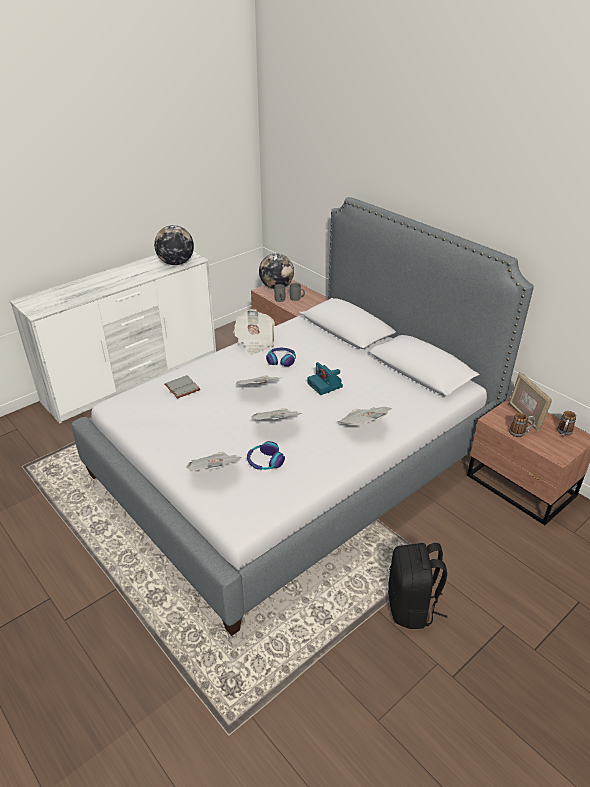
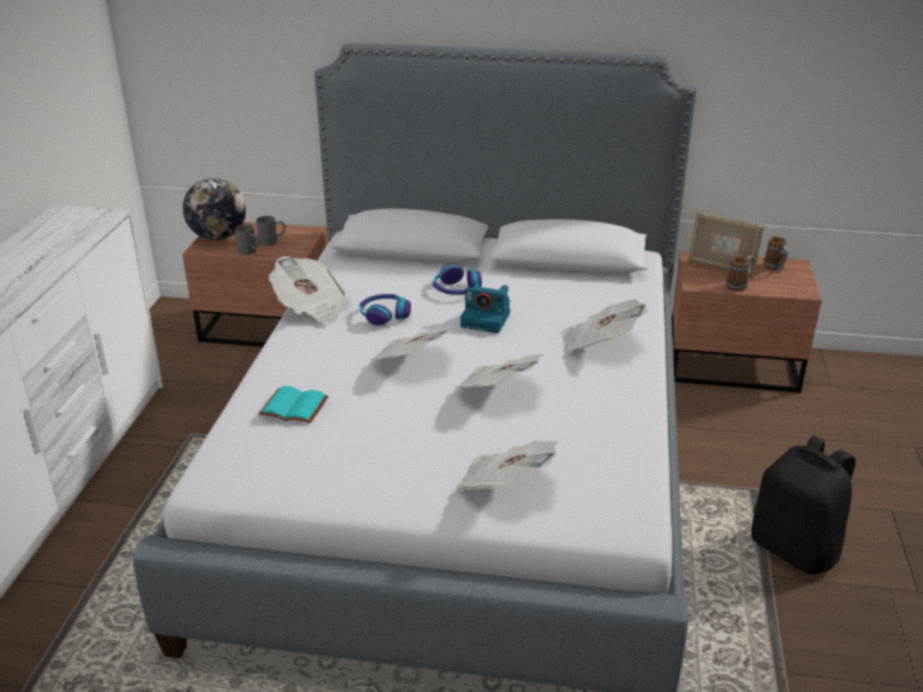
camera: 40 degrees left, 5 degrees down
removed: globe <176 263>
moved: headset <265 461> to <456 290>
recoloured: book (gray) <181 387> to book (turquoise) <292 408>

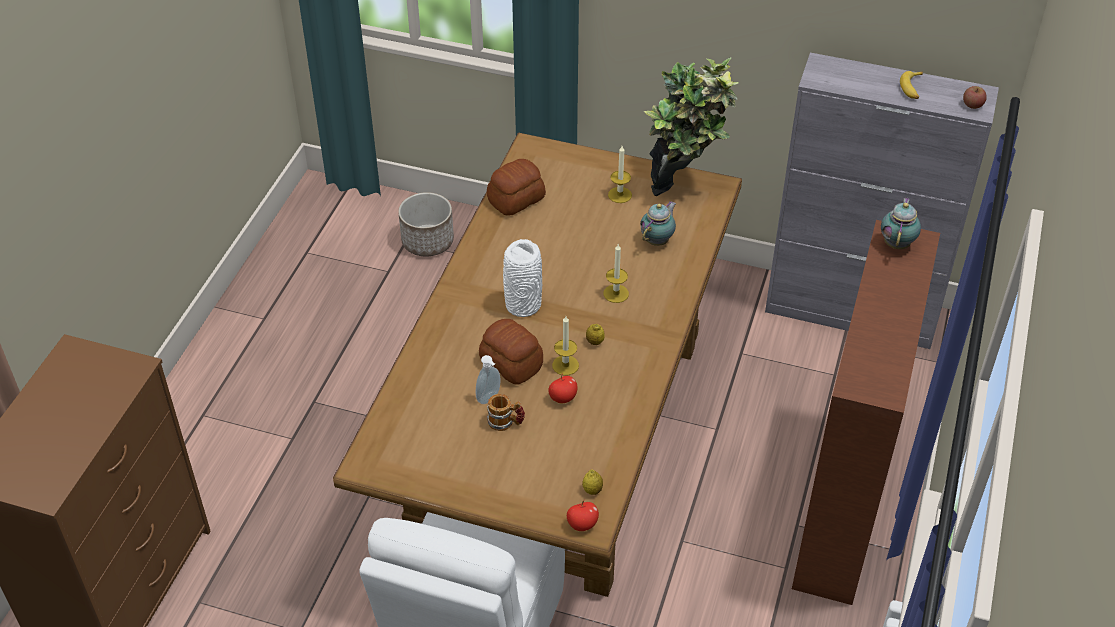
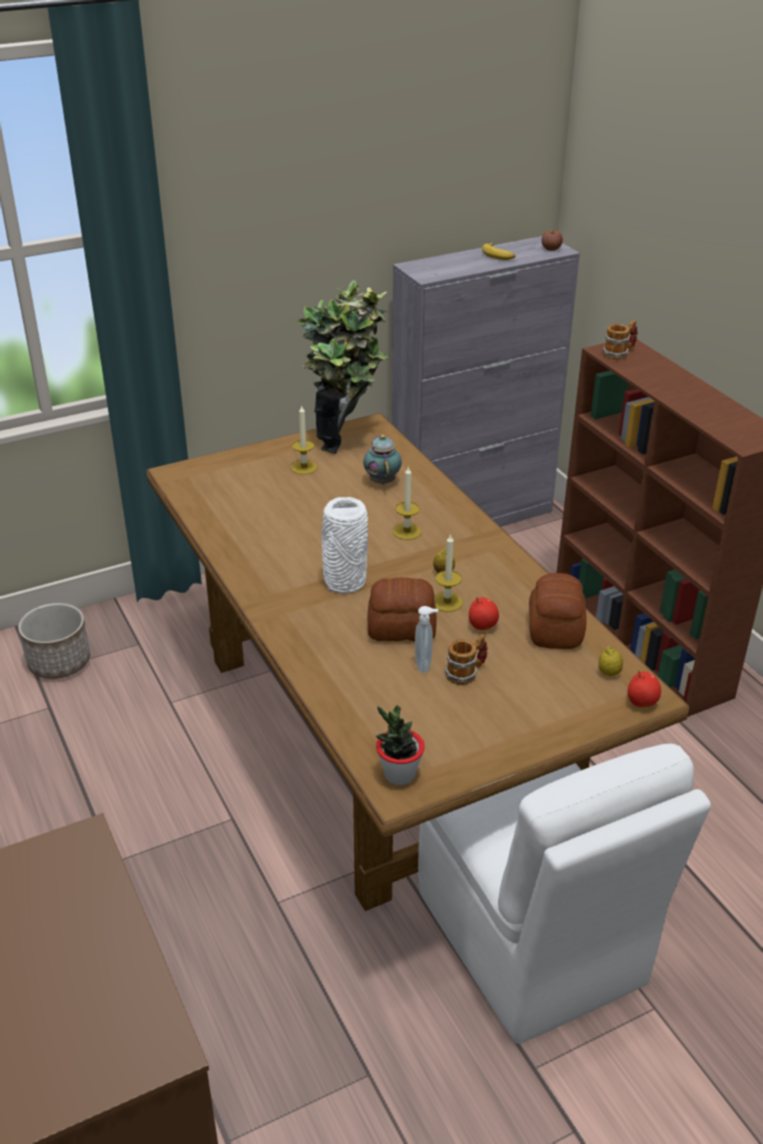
camera: 45 degrees left, 10 degrees down
added: houseplant <399 775>
moved: baked bread <515 199> to <554 629>
replaced: teapot <897 243> to mug <619 354>

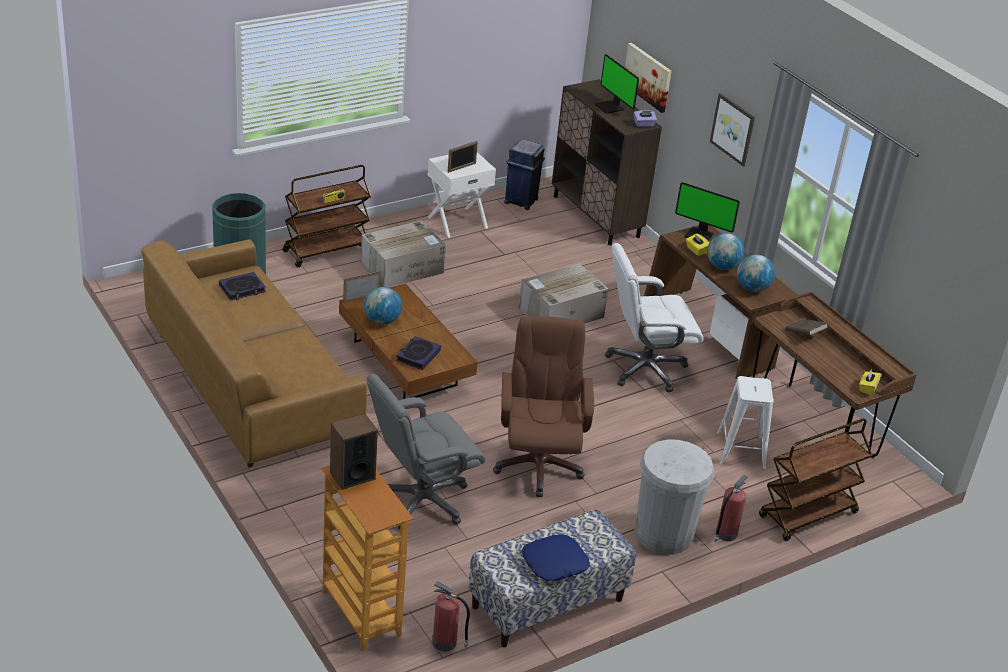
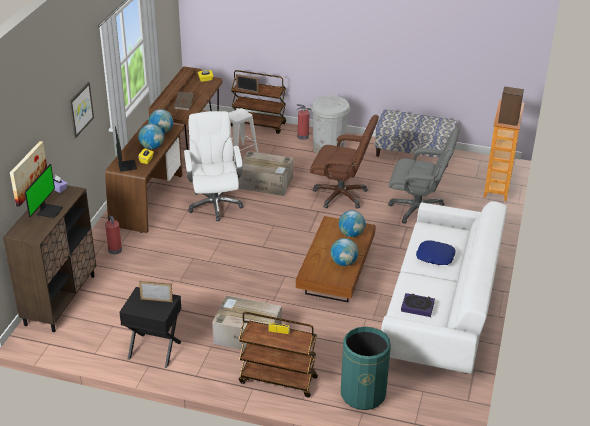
camera: 130 degrees left, 0 degrees up
removed: rubbish bin (bluish) <521 200>
moved: cardboard box <560 313> to <266 183>; picture frame <361 298> to <247 91>; pillow (bluish) <554 563> to <435 256>; fire-fighting cylinder <445 642> to <115 249>
replaced: book <418 356> to globe <351 234>
recoloured: bedside table (white) <457 222> to bedside table (blackish) <154 350>; settee (brown-coloured) <249 384> to settee (white) <441 310>
turned: computer chair (white) <644 368> = <214 204> 135 degrees counterclockwise; computer chair (brown-coloured) <538 465> = <341 195> 120 degrees counterclockwise

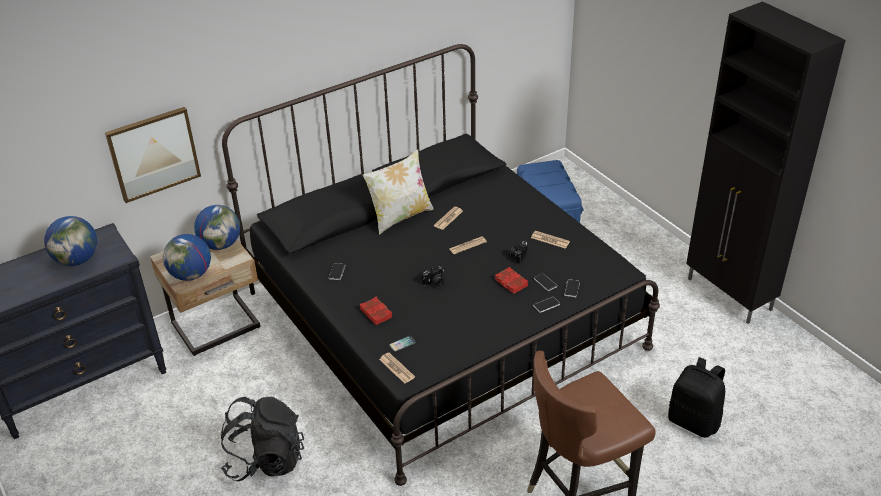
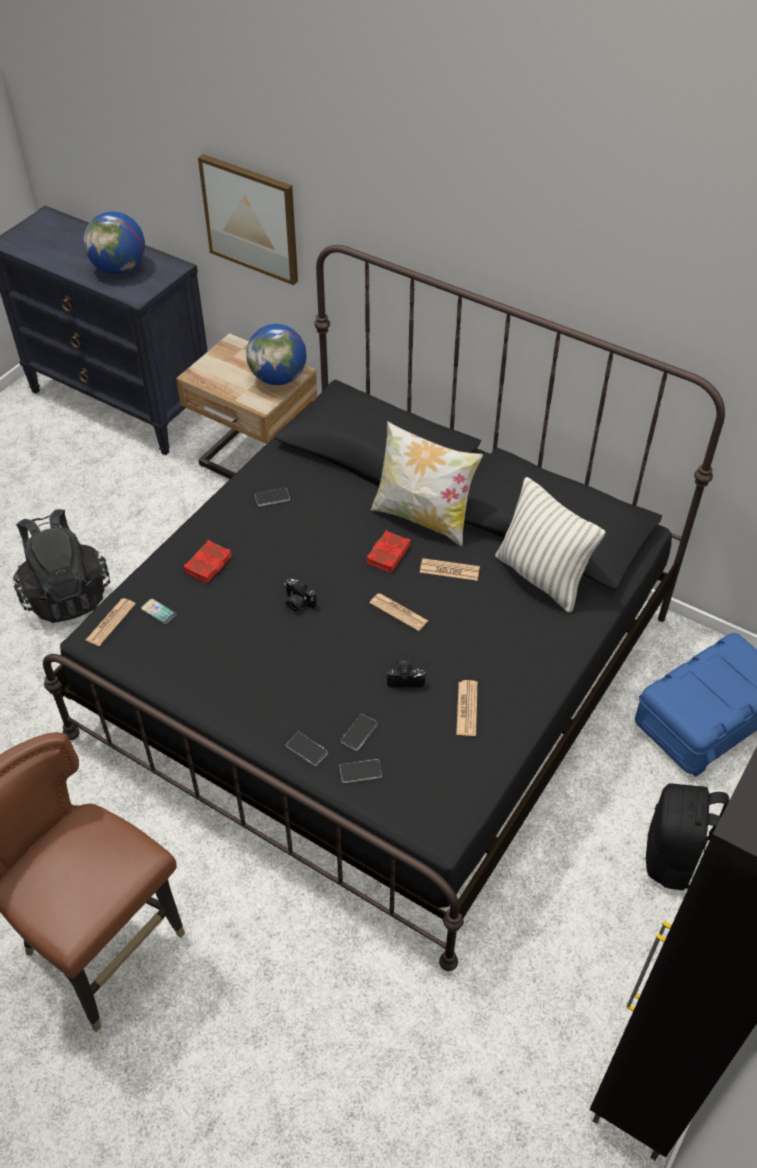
camera: 65 degrees right, 10 degrees up
removed: globe <191 275>
added: pillow <541 577>
moved: book (red-coloured) <511 283> to <387 554>; backpack (blackish) <694 421> to <675 859>

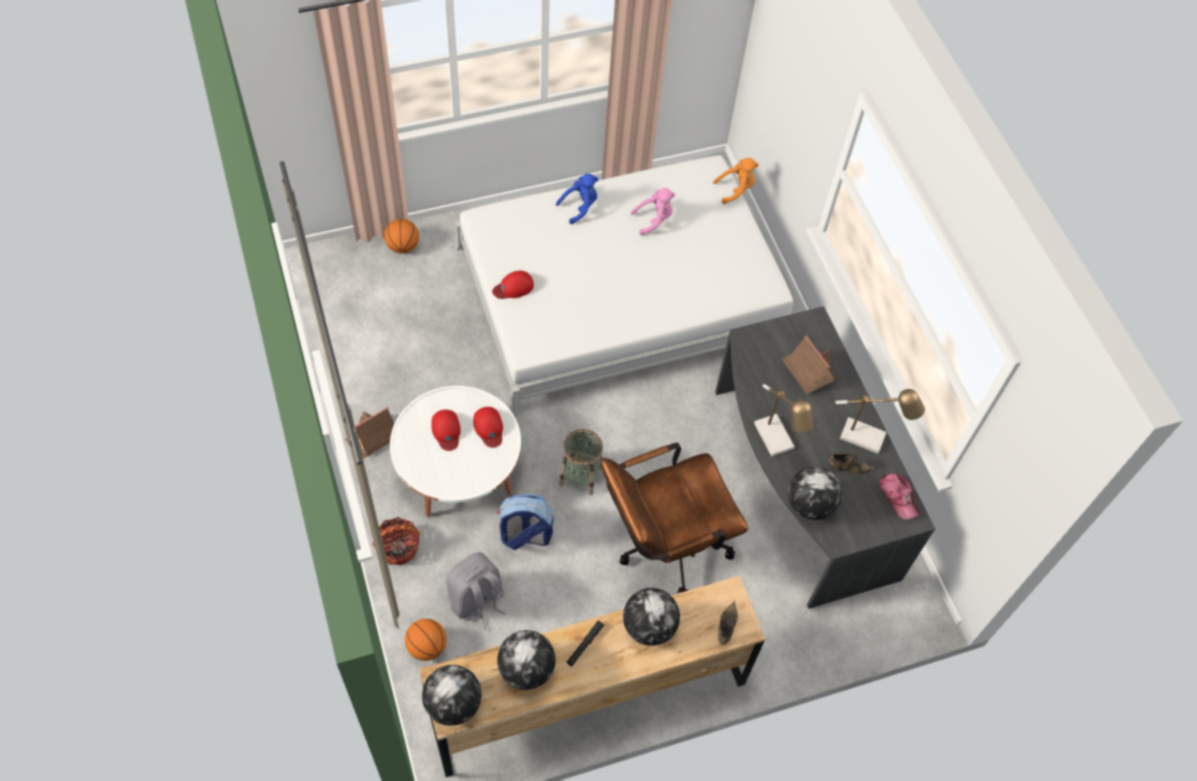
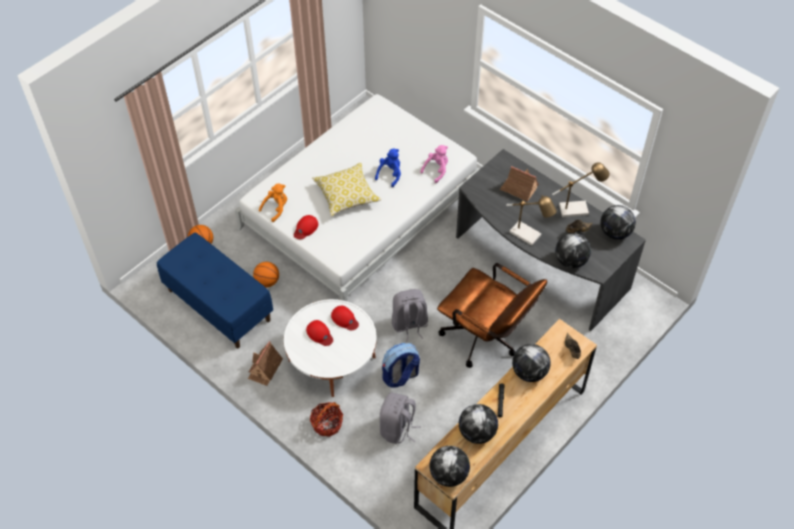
camera: 25 degrees left, 5 degrees down
added: pillow <346 195>; indoor bench (bluish) <218 305>
moved: cuddly toy (orange) <736 189> to <276 208>; cuddly toy (bluish) <580 207> to <390 174>; cuddly toy (pink) <654 219> to <436 170>; basketball ball <427 646> to <267 282>
replaced: basket <580 475> to backpack (gray) <409 325>; peaked cap <898 497> to globe <615 232>
turned: computer chair (brown-coloured) <663 546> = <486 339> 90 degrees counterclockwise

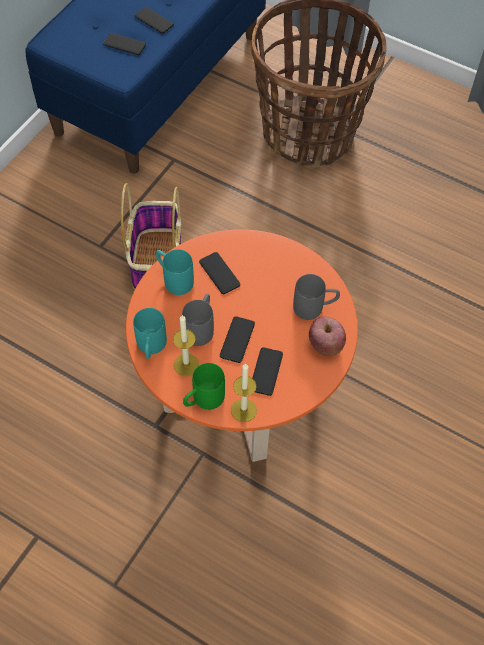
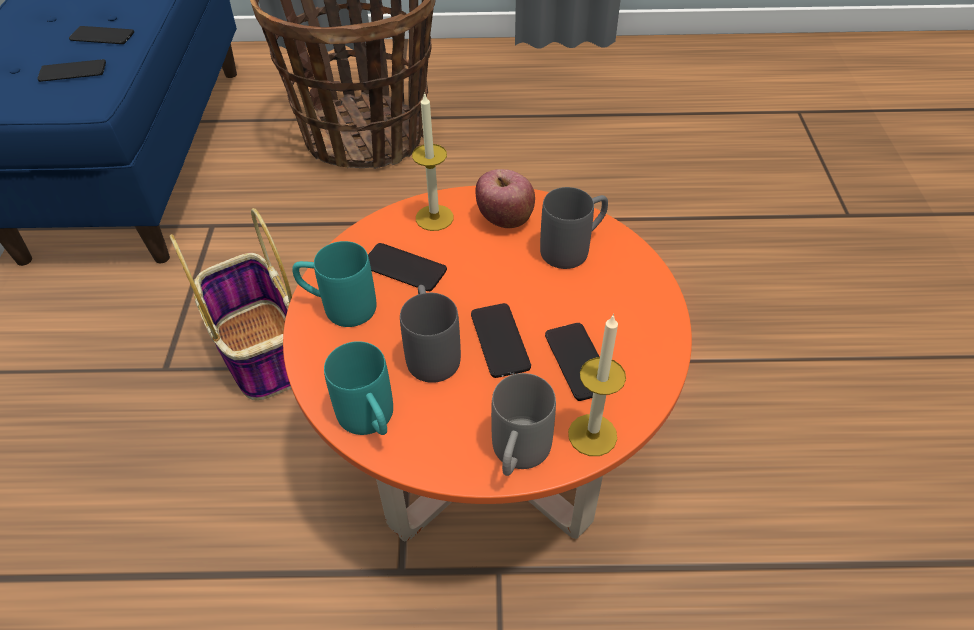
camera: 30 degrees left, 10 degrees down
moved: wax candle <186 364> to <434 218>; apple <325 345> to <504 219>
recoloured: mug (green) <203 400> to mug (gray) <517 456>

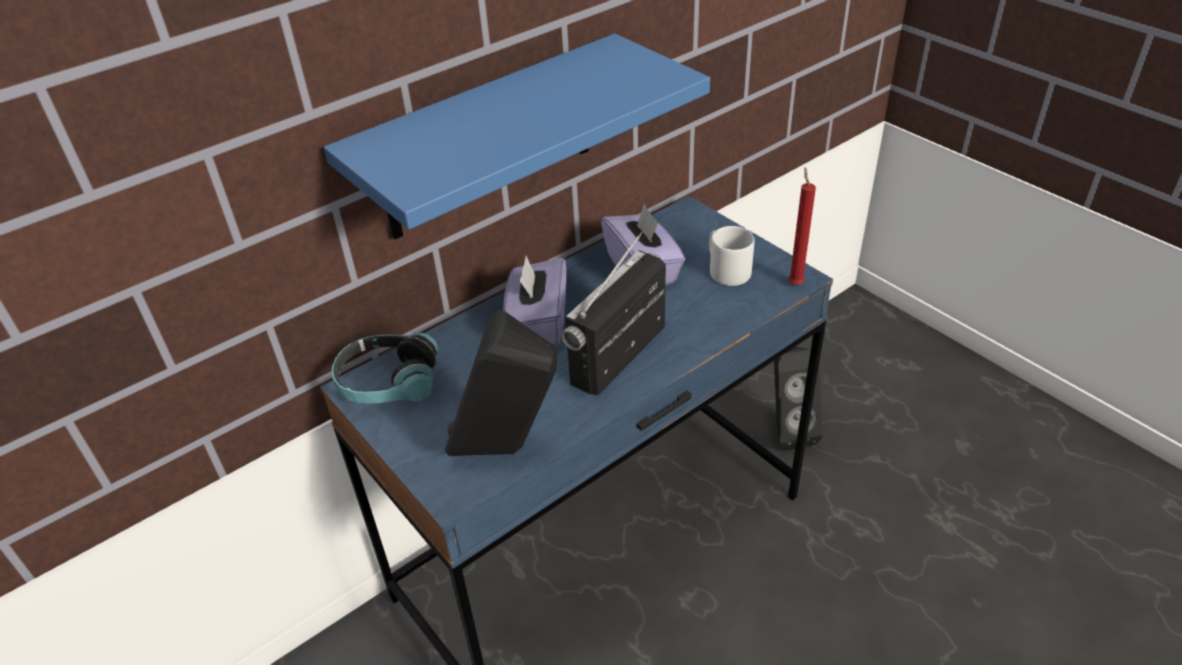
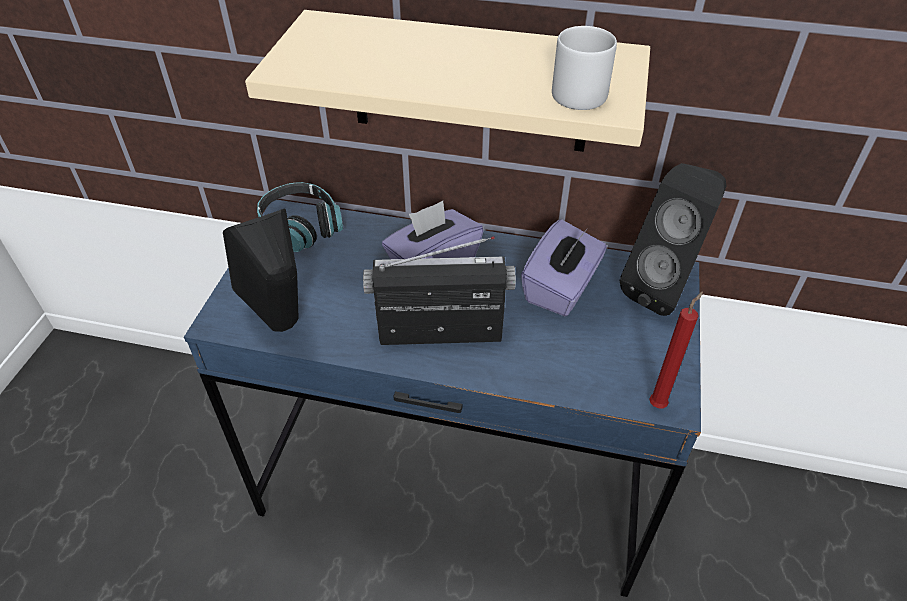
camera: 50 degrees right, 5 degrees up
moved: mug (gray) <726 271> to <581 92>; loudspeaker (blackish) <787 429> to <664 288>
recoloured: wall shelf (bluish) <488 140> to wall shelf (beige-coloured) <469 83>

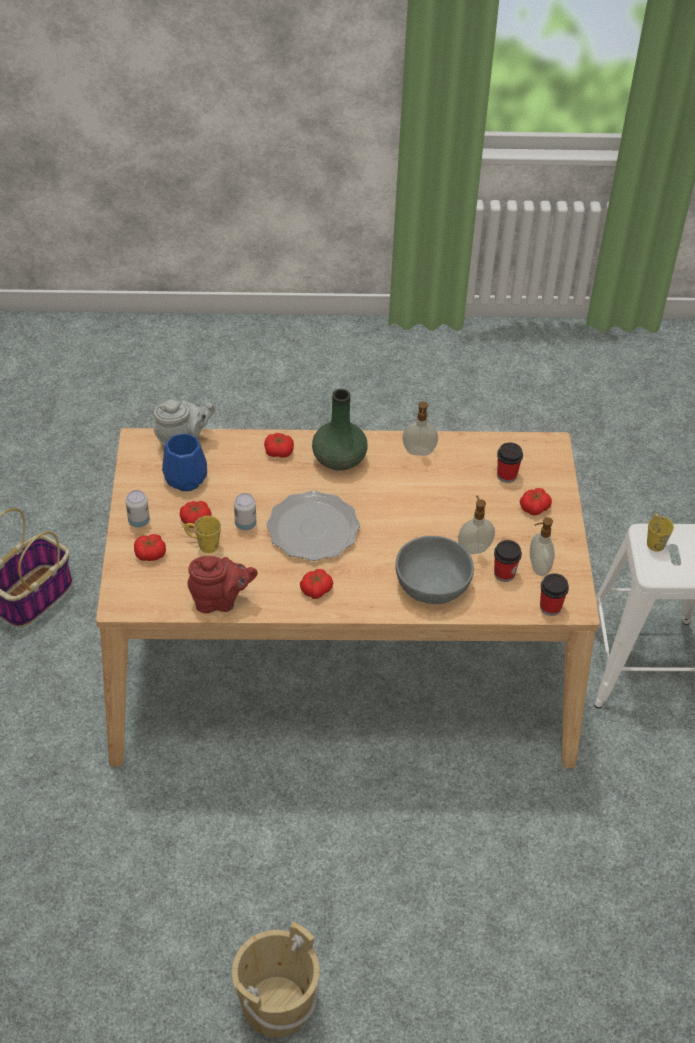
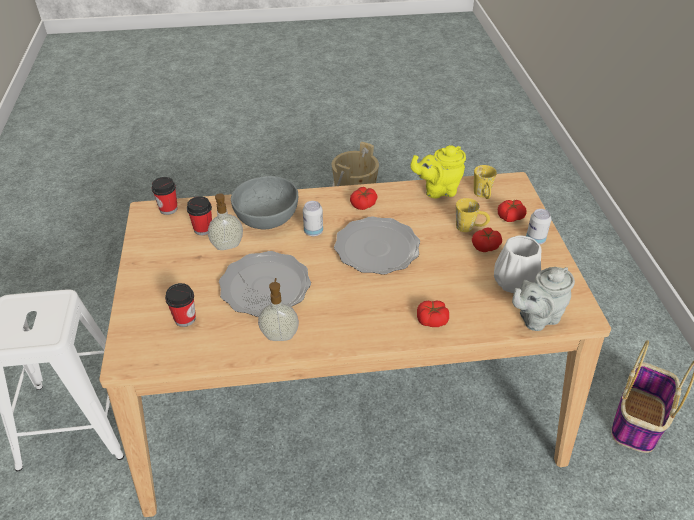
camera: 175 degrees right, 5 degrees down
removed: flower vase (green) <339 460>; whole tomato <534 507>; liquid soap bottle <538 567>
added: dinner plate <264 286>
moved: sealed can <245 524> to <313 232>; mug (yellow-coloured) <654 540> to <483 196>
recoloured: flower vase (bluish) <186 479> to flower vase (white) <513 281>; teapot (red-coloured) <220 601> to teapot (yellow-coloured) <437 190>

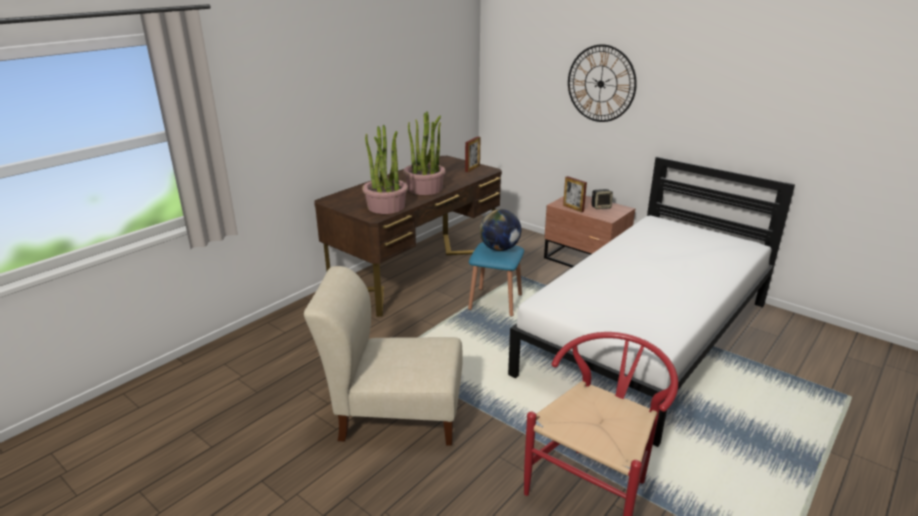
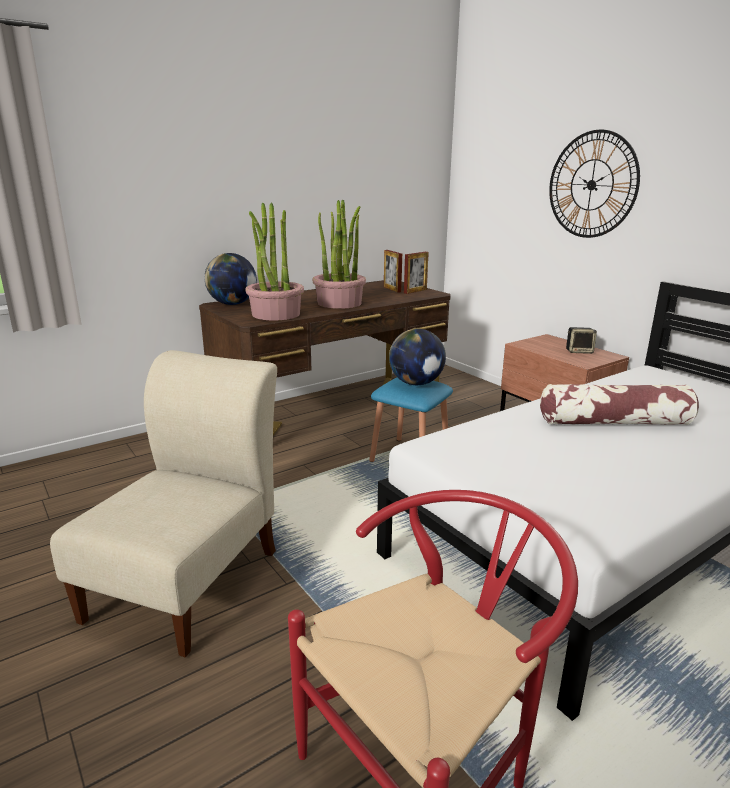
camera: 15 degrees right, 5 degrees down
added: globe <232 304>; pillow <613 422>
moved: picture frame <573 208> to <392 289>
turned: plain chair (beige-coloured) <395 414> = <190 579> 90 degrees clockwise

